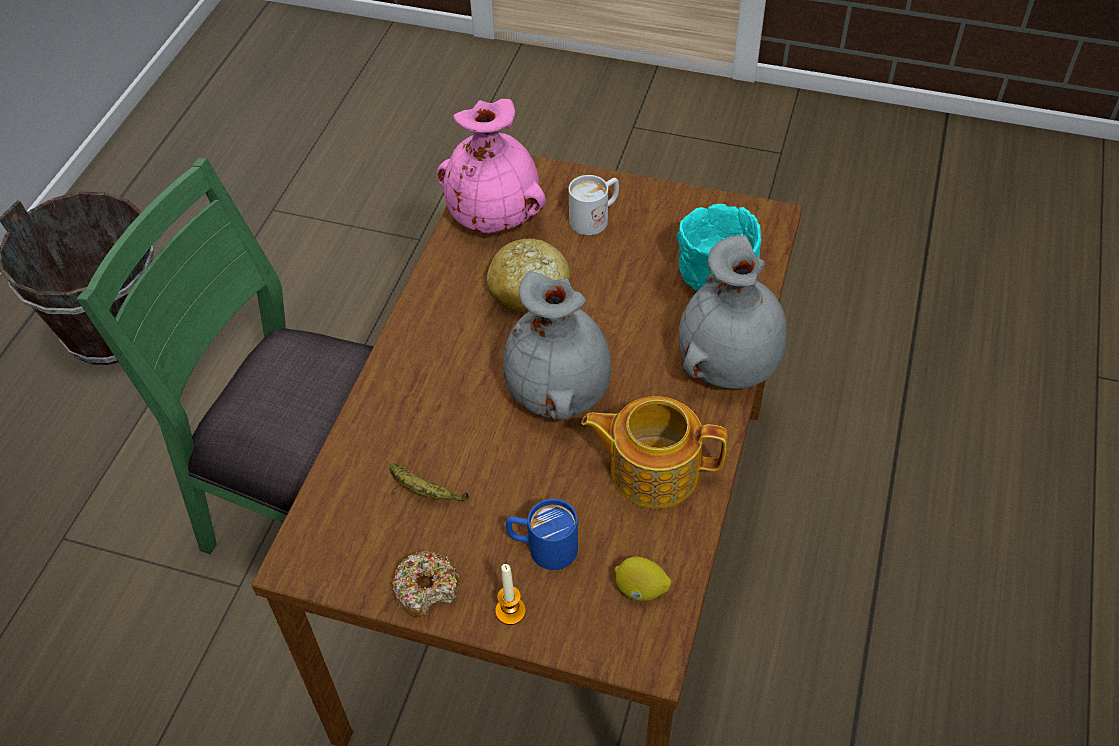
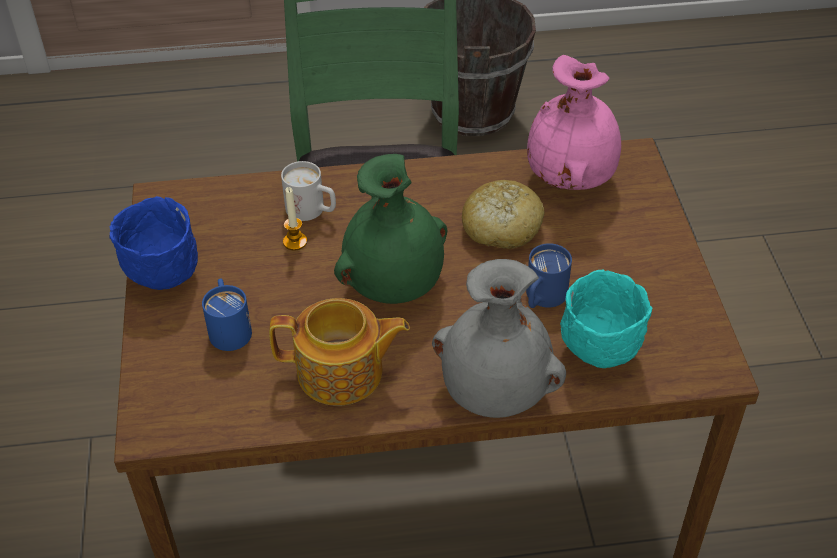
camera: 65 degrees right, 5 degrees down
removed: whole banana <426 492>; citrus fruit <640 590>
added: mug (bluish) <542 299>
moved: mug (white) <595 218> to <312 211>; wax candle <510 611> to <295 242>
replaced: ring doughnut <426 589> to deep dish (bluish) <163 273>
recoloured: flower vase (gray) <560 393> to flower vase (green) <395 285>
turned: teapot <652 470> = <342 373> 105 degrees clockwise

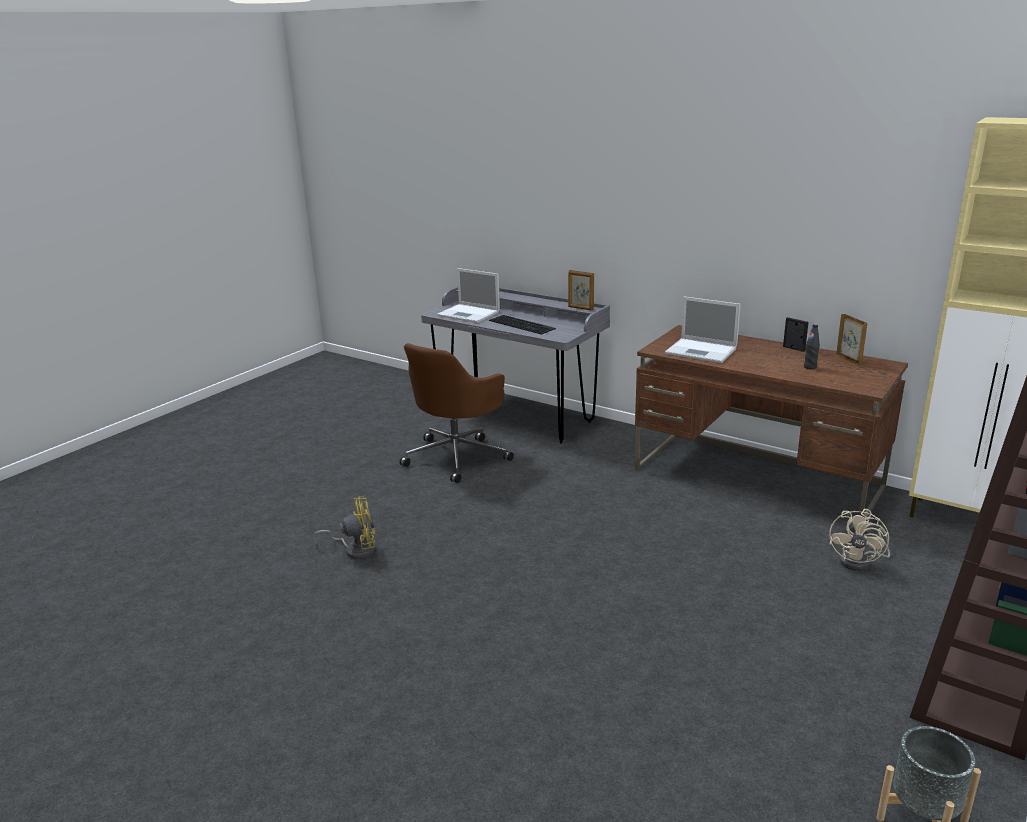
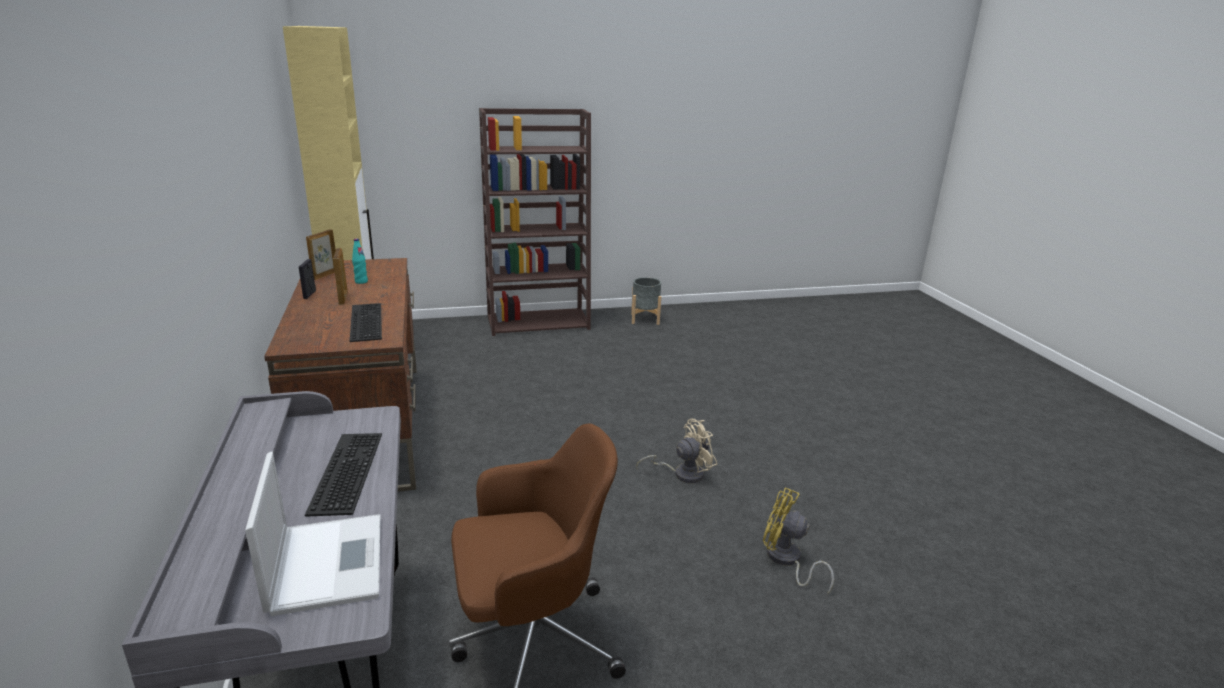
camera: 140 degrees left, 0 degrees up
moved: picture frame <580 308> to <343 298>; electric fan (beige-coloured) <860 562> to <682 473>
replaced: notebook computer <702 351> to keyboard <364 321>
recoloured: drink bottle (blackish) <810 367> to drink bottle (turquoise) <361 282>

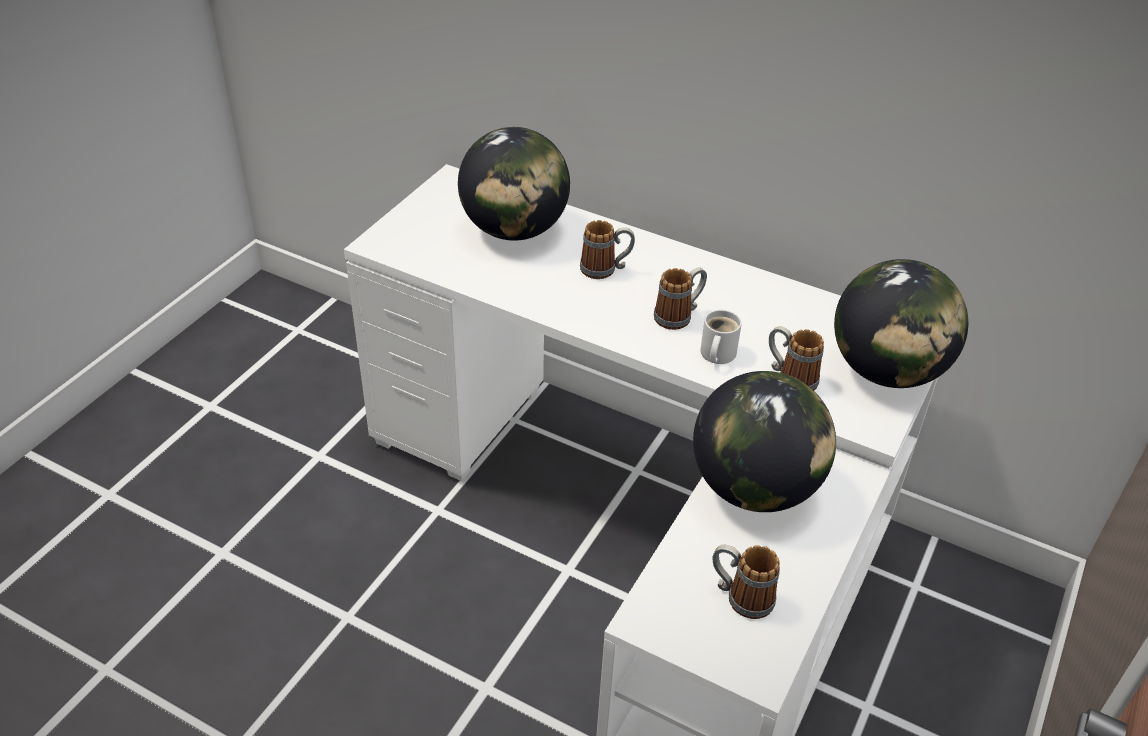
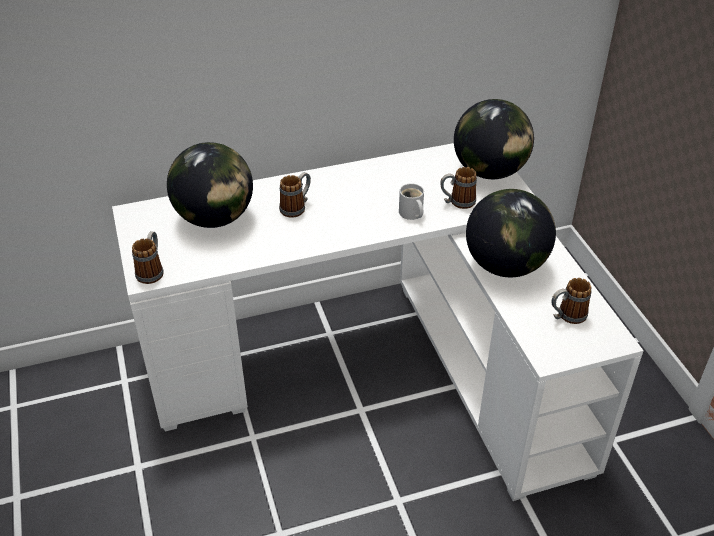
camera: 45 degrees left, 0 degrees up
moved: mug <679 316> to <152 271>

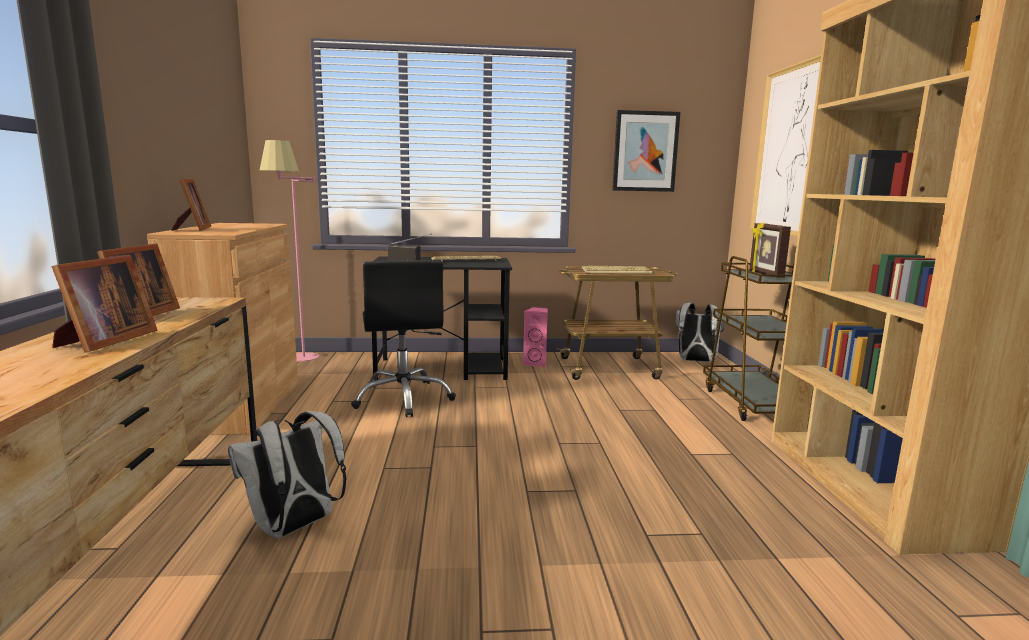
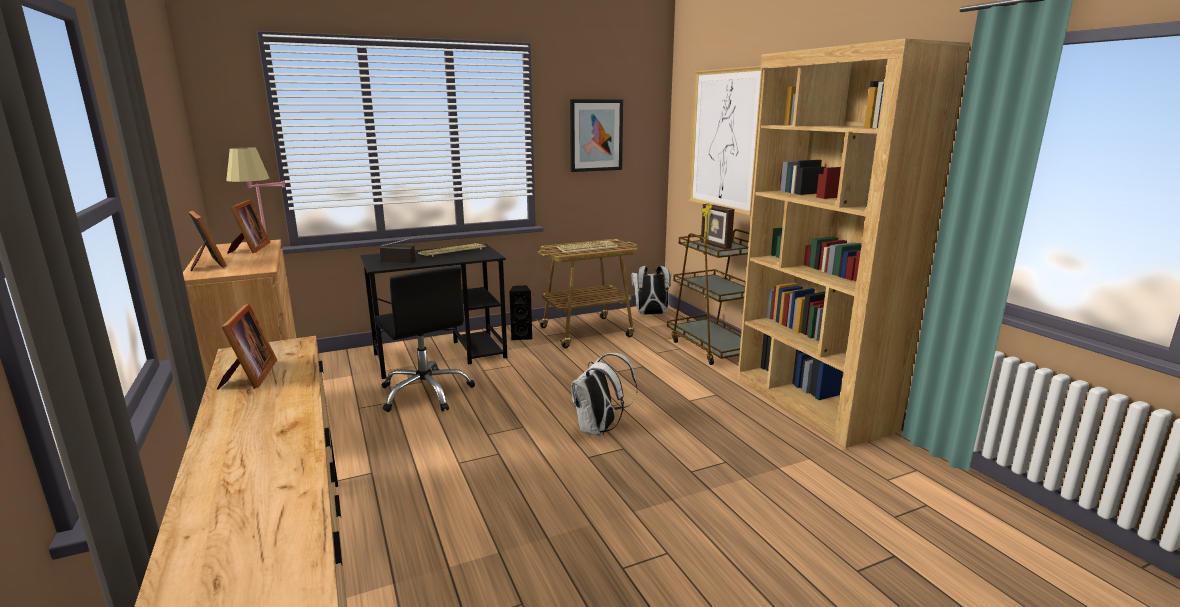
camera: 20 degrees left, 5 degrees up
moved: picture frame <104 341> to <250 249>; backpack (white) <294 527> to <599 430>
recoloured: loudspeaker (pink) <536 363> to loudspeaker (blackish) <522 336>

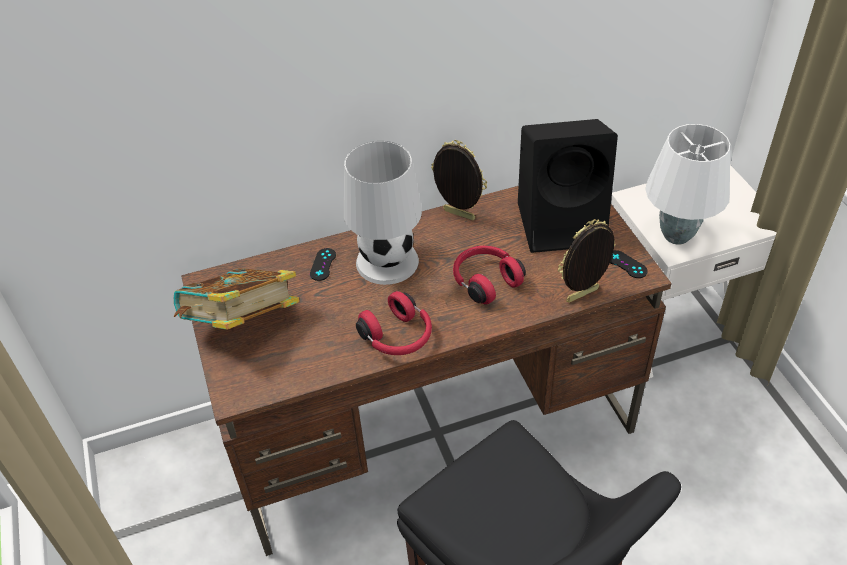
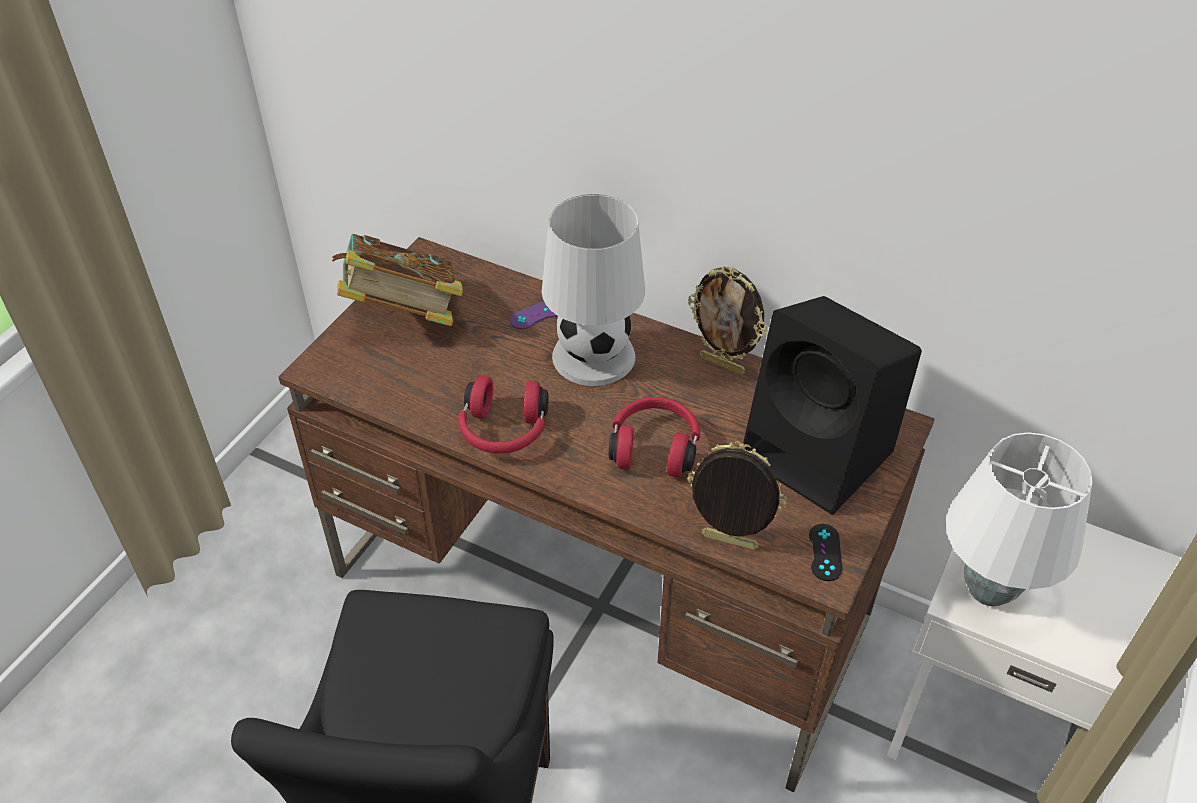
camera: 45 degrees right, 0 degrees up
recoloured: joypad (blackish) <323 264> to joypad (purple) <536 315>
turned: picture frame <458 215> = <723 364> 135 degrees clockwise

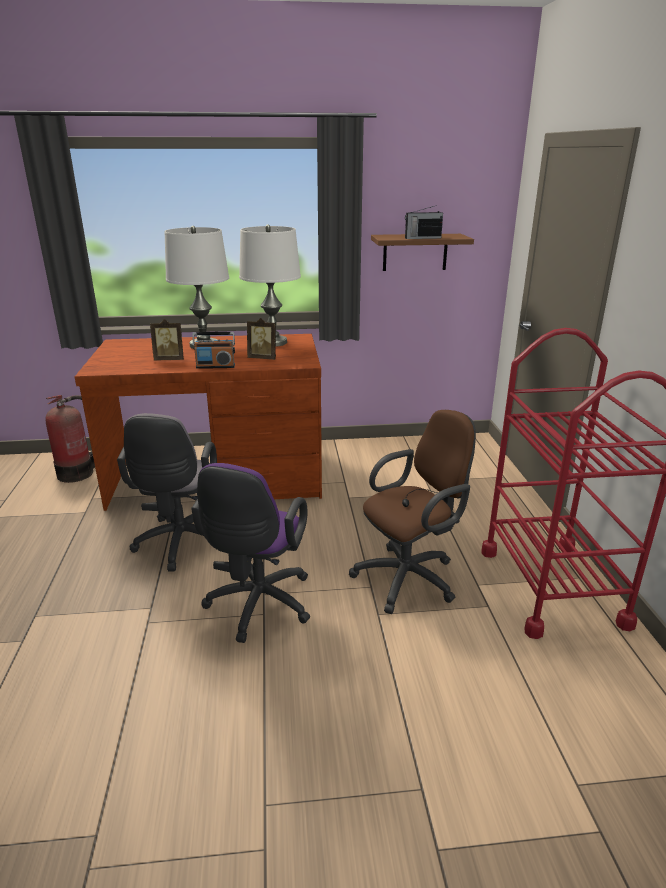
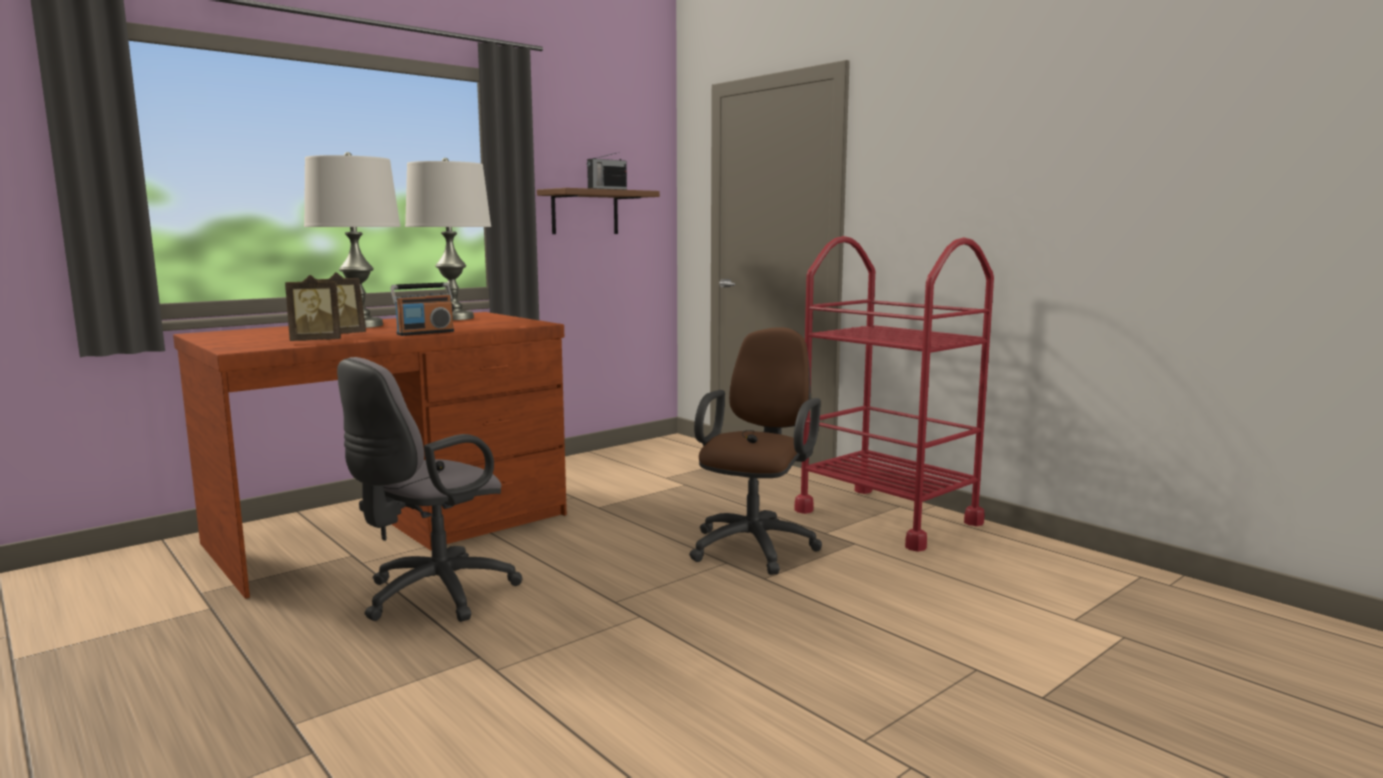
camera: 35 degrees left, 15 degrees down
removed: fire-fighting cylinder <78 472>; computer chair (purple) <257 607>
moved: picture frame <263 358> to <316 341>
turned: computer chair (gray) <180 544> = <432 596> 75 degrees clockwise

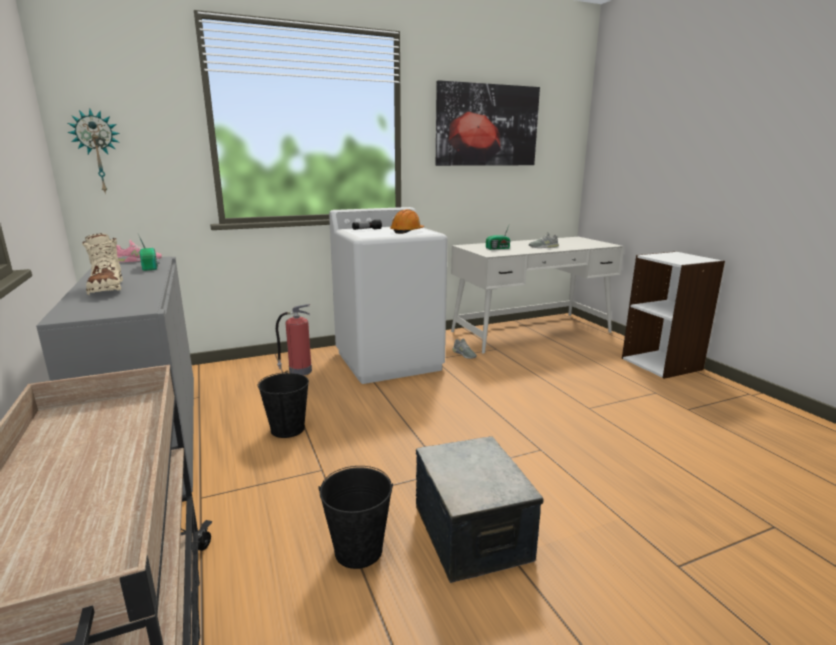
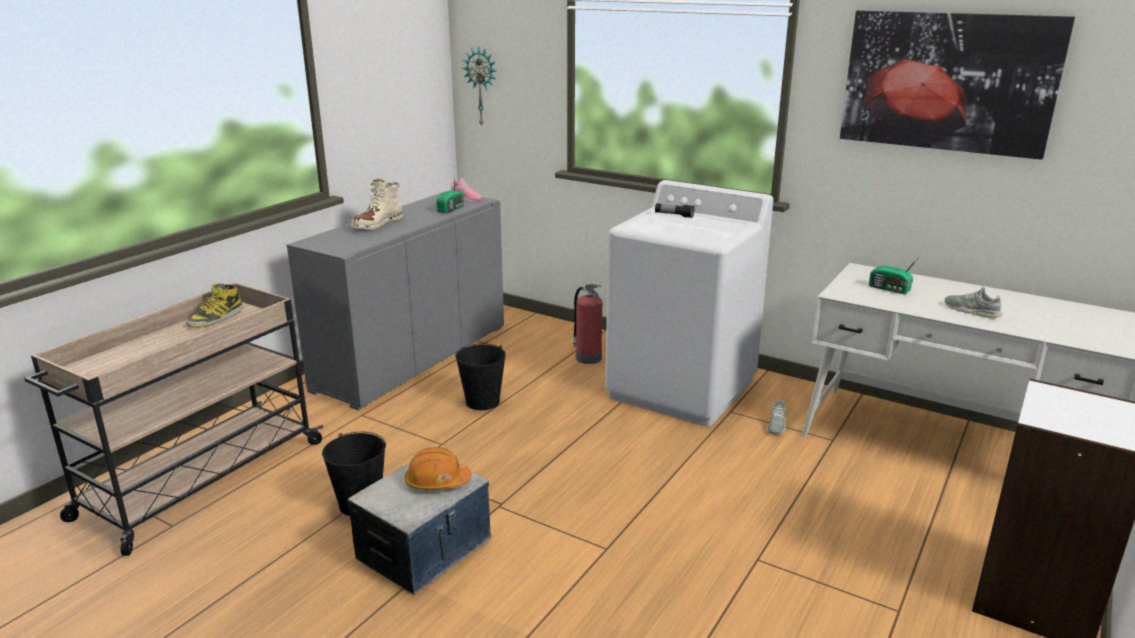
camera: 55 degrees right, 5 degrees up
added: boot <216 318>
moved: hard hat (orange) <407 231> to <437 482>

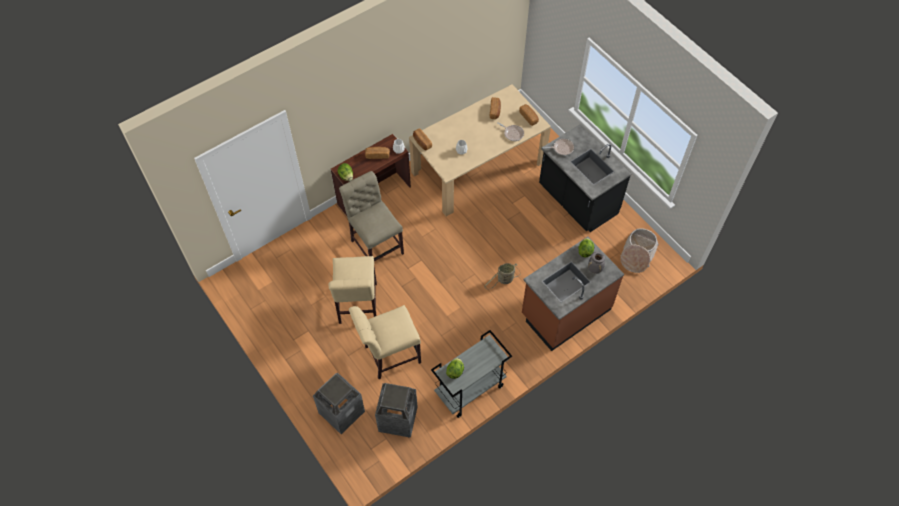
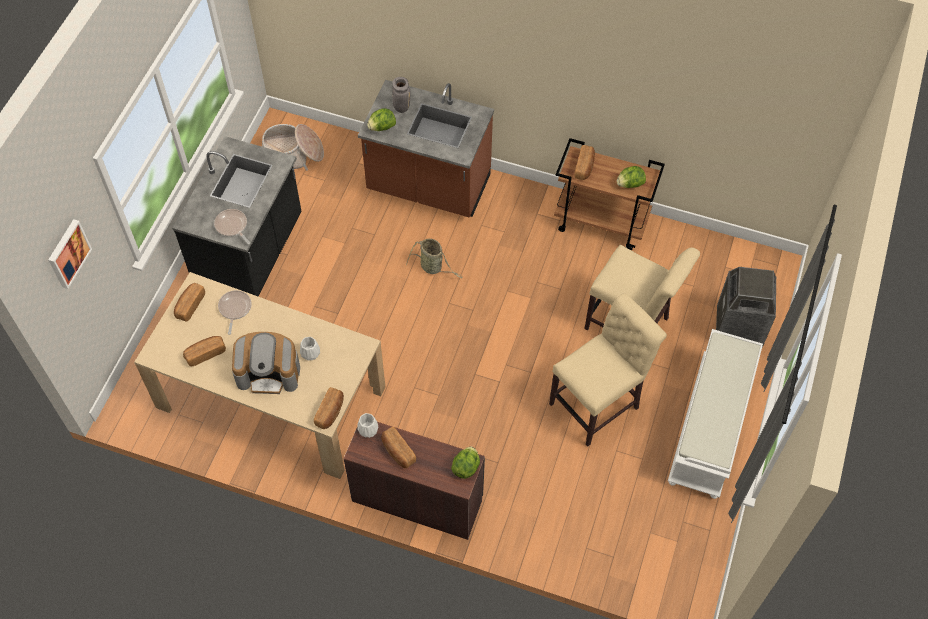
camera: 125 degrees left, 0 degrees up
removed: plain chair (beige-coloured) <375 244>; rubbish bin <397 419>
added: baked bread <584 167>; wall picture <67 253>; indoor bench (white) <710 428>; coffee machine <269 372>
recoloured: cart (gray) <470 390> to cart (brown-coloured) <602 223>

